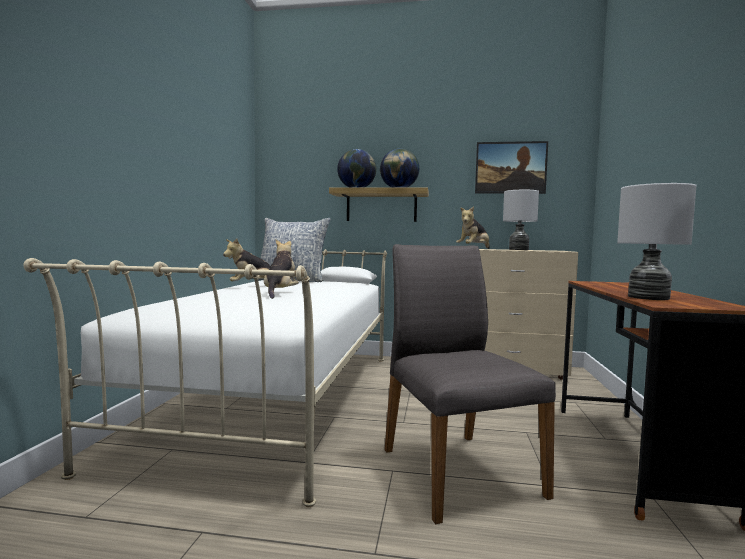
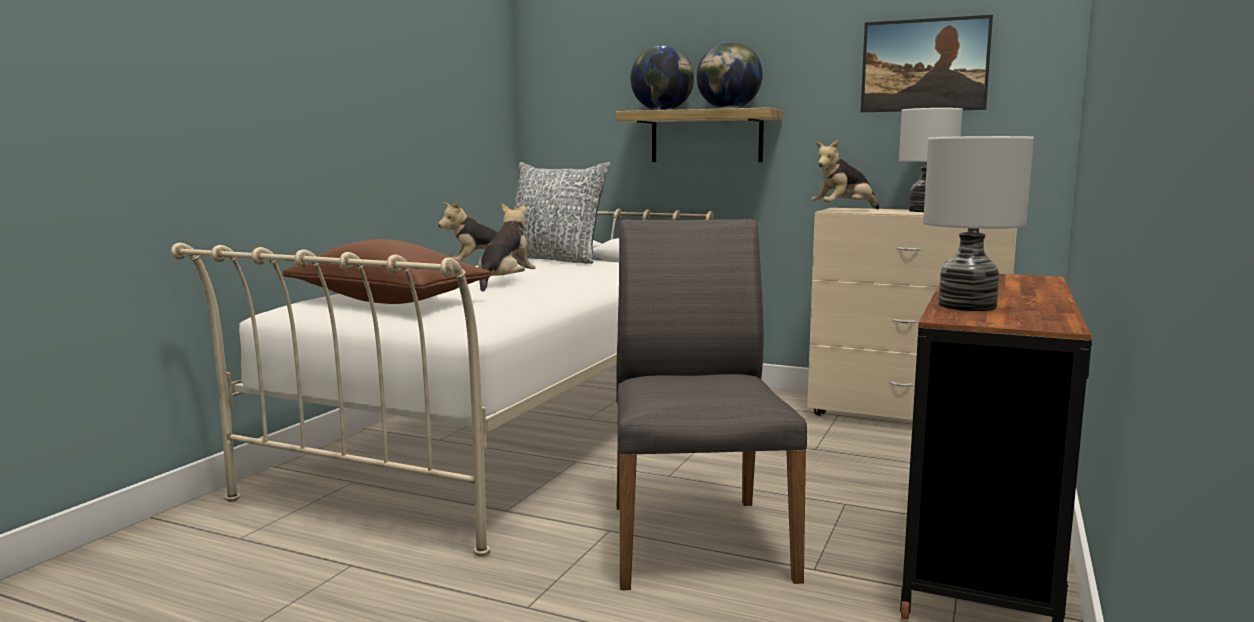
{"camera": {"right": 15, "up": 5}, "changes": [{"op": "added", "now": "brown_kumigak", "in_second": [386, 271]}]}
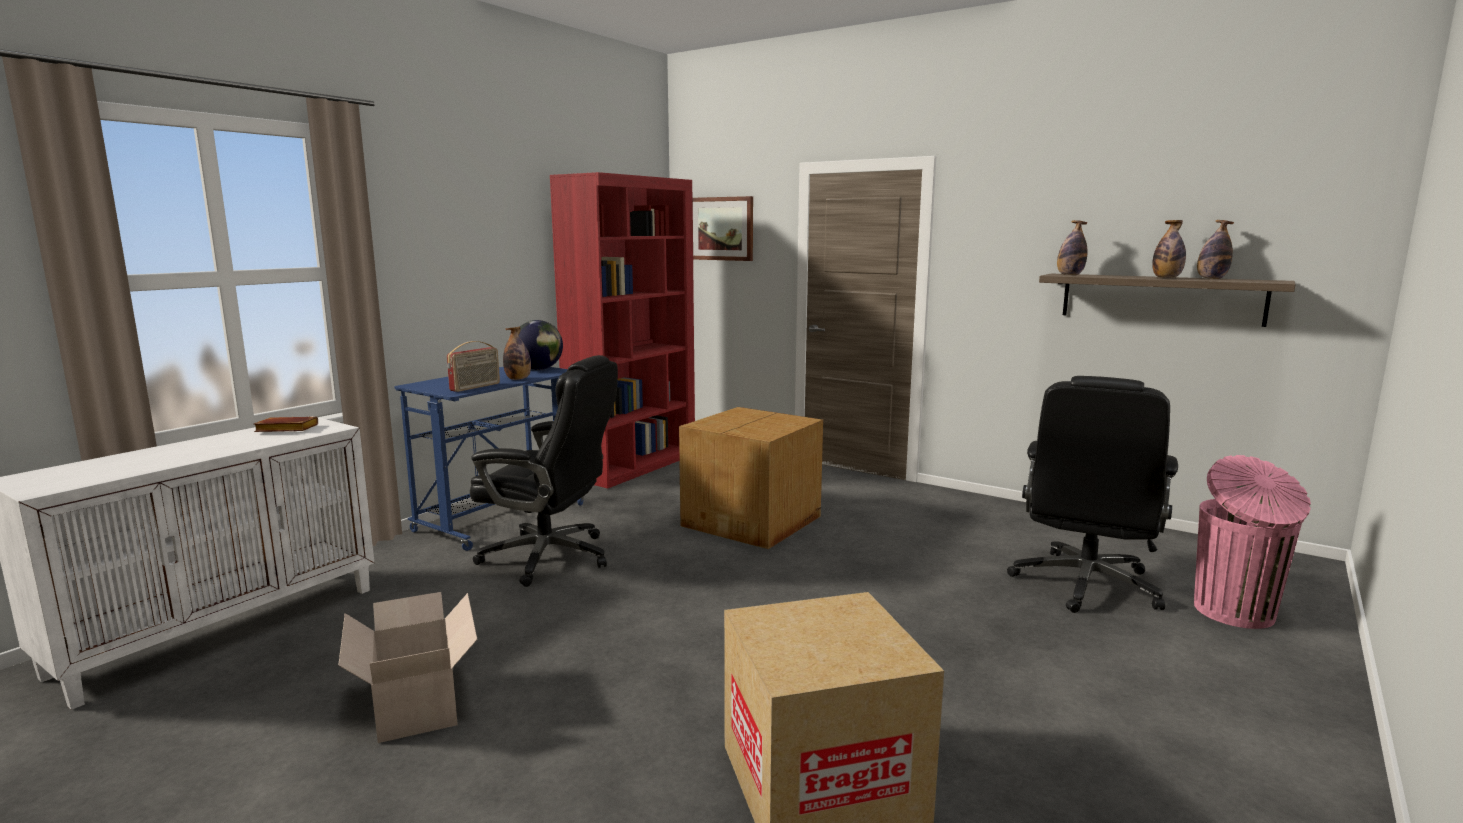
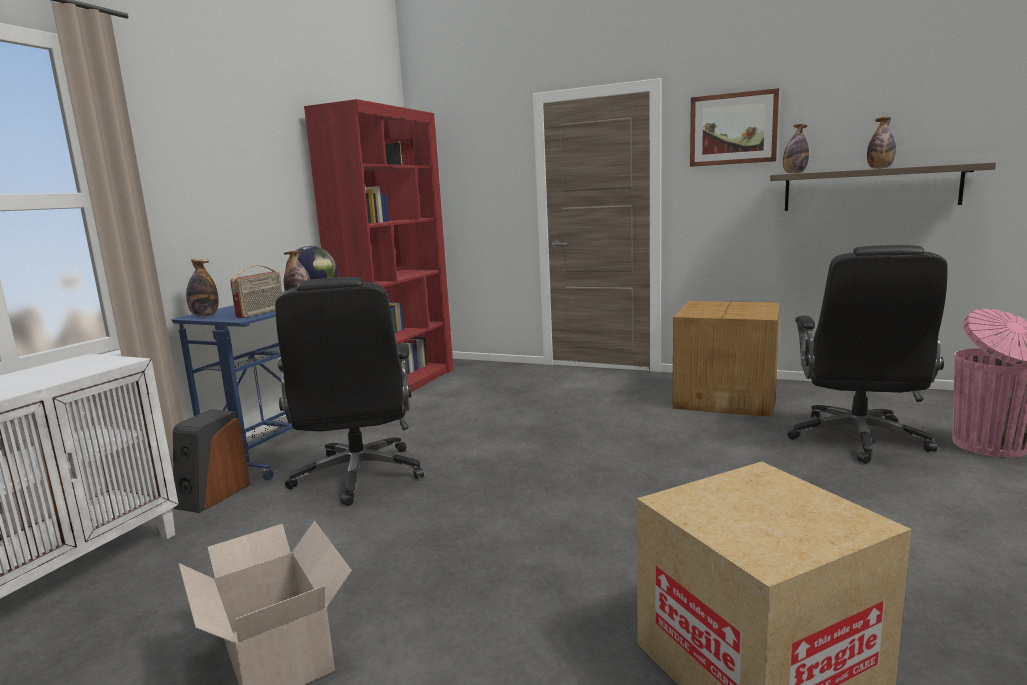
{"camera": {"right": -10, "up": 0}, "changes": [{"op": "added", "now": "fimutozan", "in_second": [211, 461]}, {"op": "moved", "was": "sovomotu", "in_first": [1215, 249], "in_second": [202, 287]}, {"op": "turned", "was": "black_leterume", "in_first": [544, 471], "in_second": [349, 391], "clockwise": 75}, {"op": "moved", "was": "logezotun", "in_first": [751, 478], "in_second": [726, 359]}, {"op": "moved", "was": "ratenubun", "in_first": [722, 228], "in_second": [734, 127]}, {"op": "removed", "was": "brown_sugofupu", "in_first": [286, 424]}]}
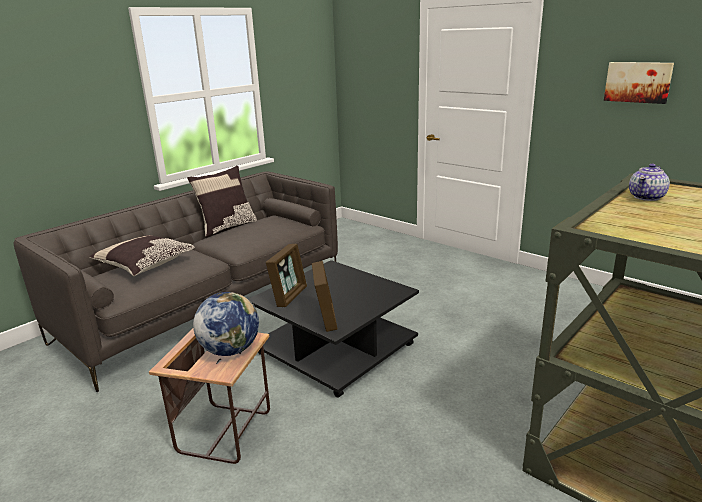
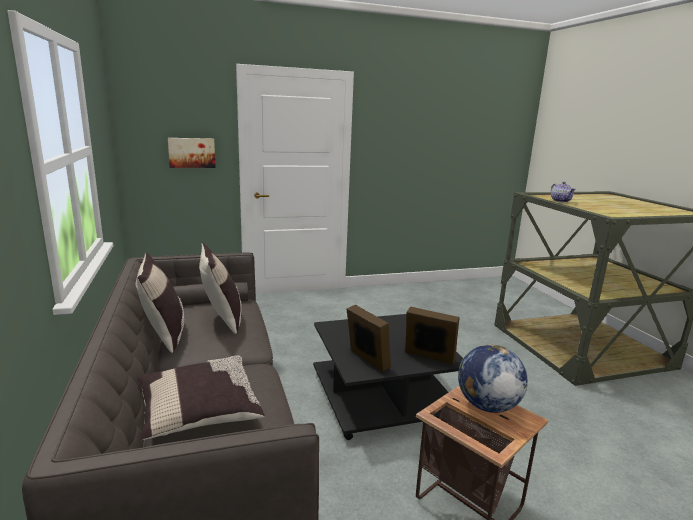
{"camera": {"right": -60, "up": -5}, "changes": [{"op": "moved", "was": "ratenubun", "in_first": [639, 83], "in_second": [192, 153]}, {"op": "added", "now": "kumigak", "in_second": [220, 288]}]}
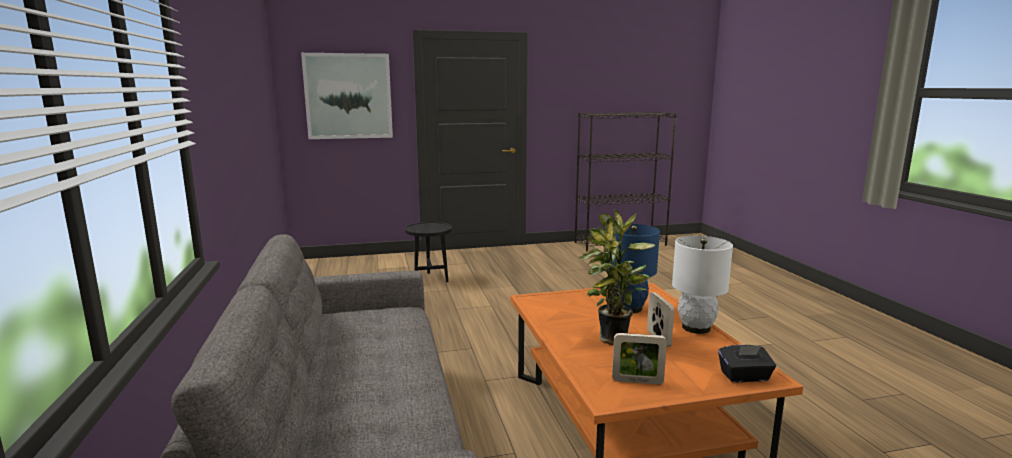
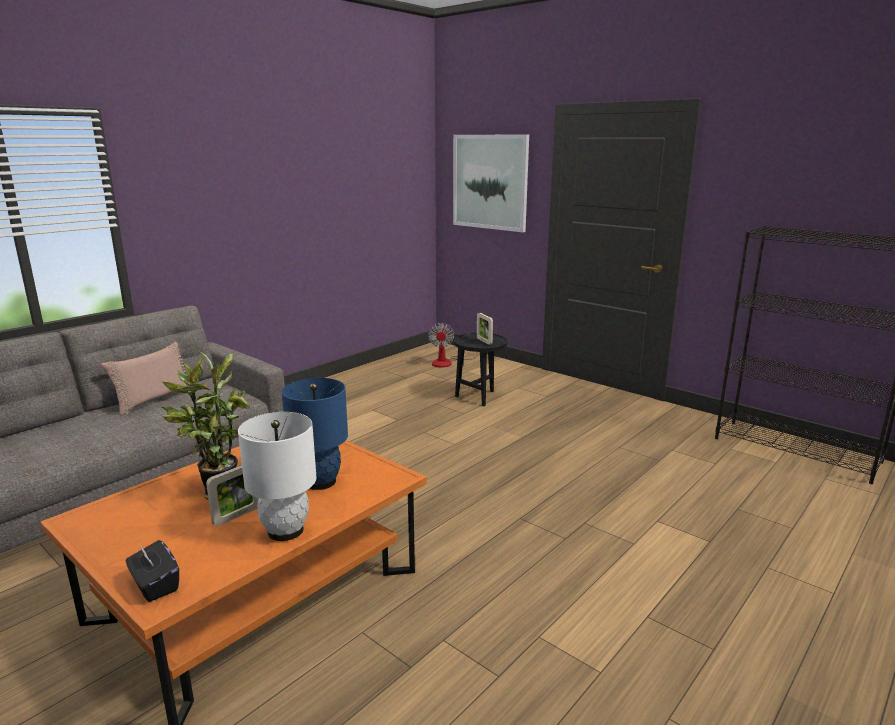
{"camera": {"right": 55, "up": 5}, "changes": [{"op": "added", "now": "beige_kumigak", "in_second": [145, 379]}, {"op": "added", "now": "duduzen", "in_second": [453, 345]}, {"op": "moved", "was": "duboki", "in_first": [639, 359], "in_second": [485, 329]}]}
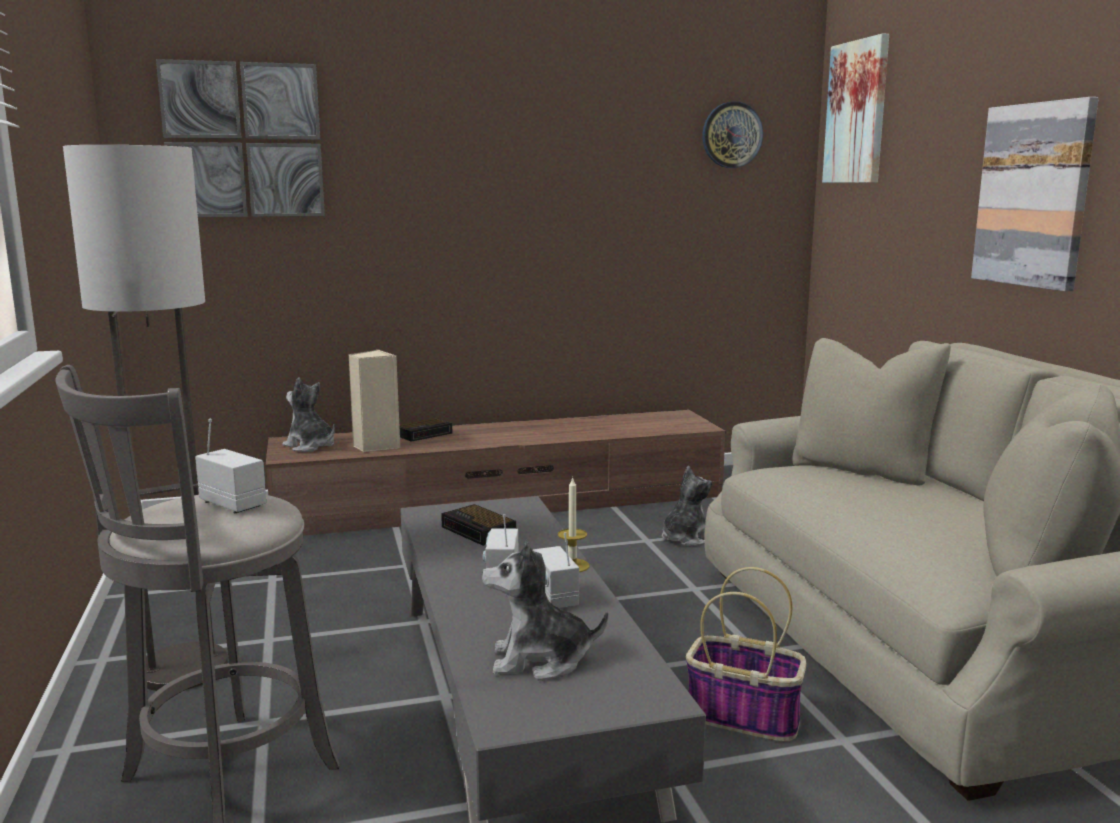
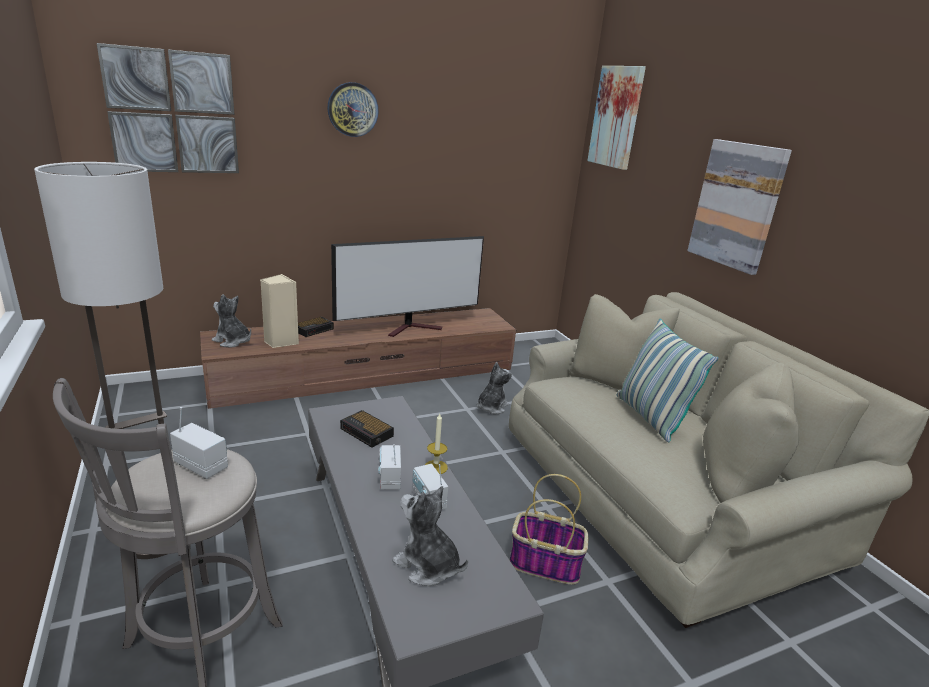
{"camera": {"right": -10, "up": 10}, "changes": [{"op": "moved", "was": "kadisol", "in_first": [732, 134], "in_second": [353, 109]}, {"op": "added", "now": "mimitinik", "in_second": [407, 286]}, {"op": "turned", "was": "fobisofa", "in_first": [545, 610], "in_second": [430, 536], "clockwise": 45}, {"op": "added", "now": "kumigak", "in_second": [667, 380]}]}
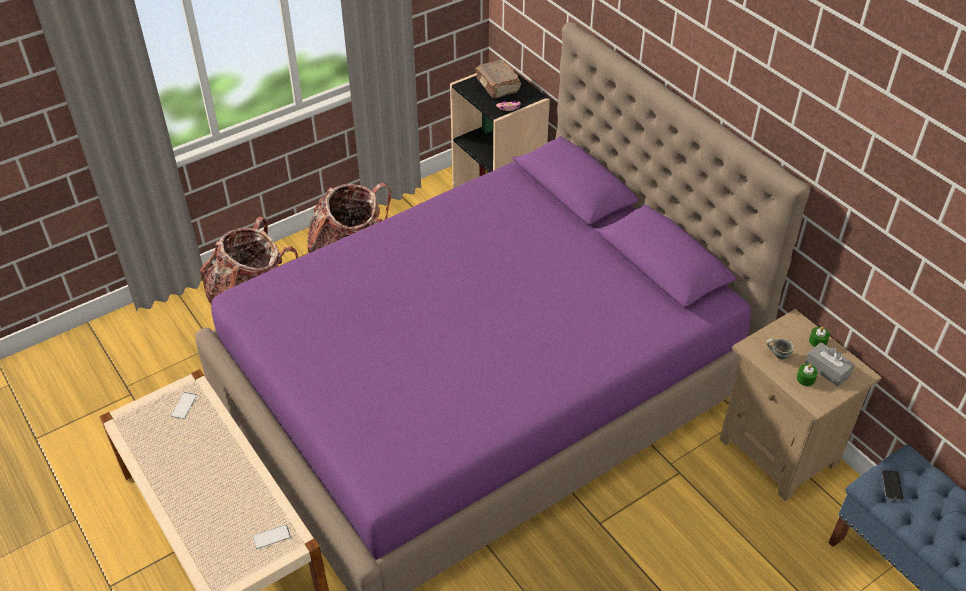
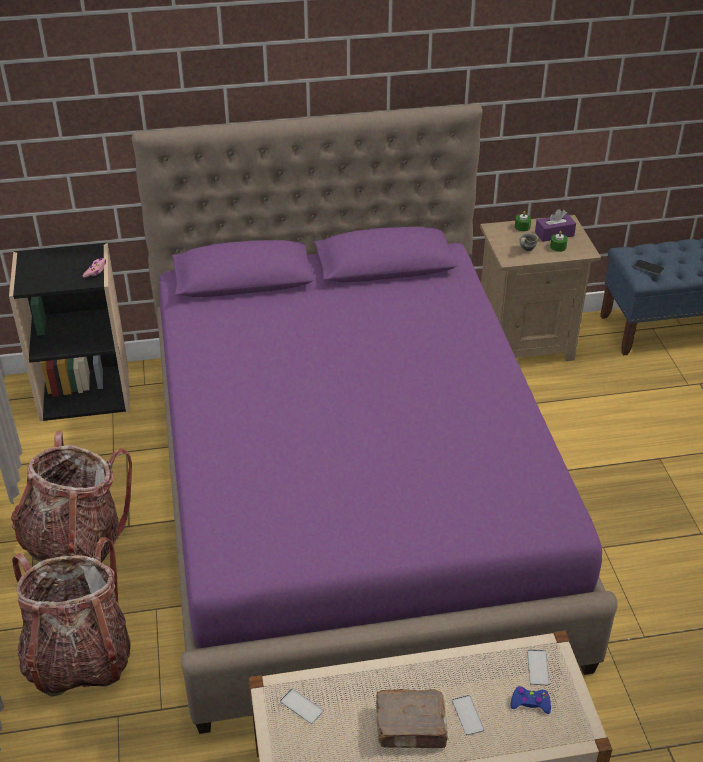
{"camera": {"right": -65, "up": -5}, "changes": [{"op": "moved", "was": "brown_sugofupu", "in_first": [498, 79], "in_second": [412, 718]}, {"op": "added", "now": "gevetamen", "in_second": [468, 715]}, {"op": "added", "now": "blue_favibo", "in_second": [530, 700]}, {"op": "recoloured", "was": "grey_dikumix", "now": "purple_dikumix", "in_first": [830, 364], "in_second": [555, 225]}]}
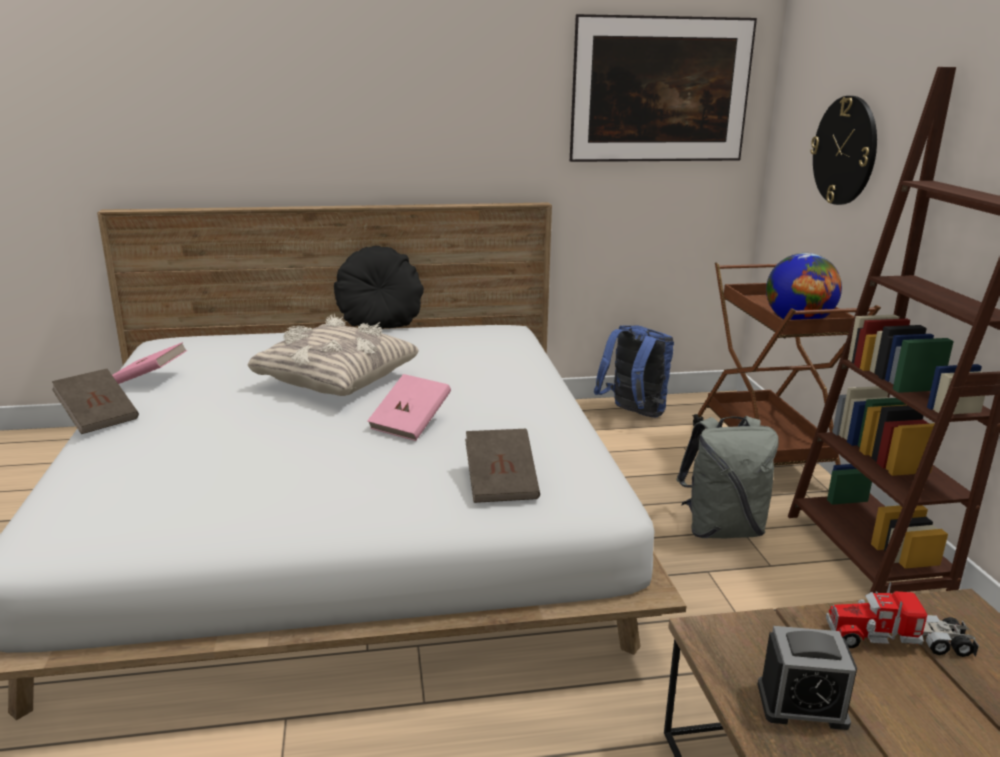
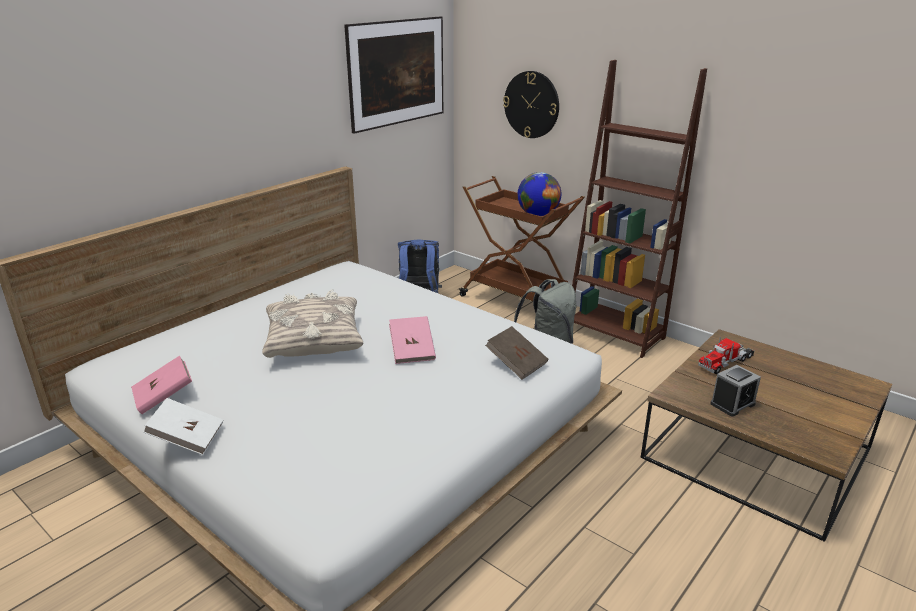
{"camera": {"right": -40, "up": 5}, "changes": [{"op": "recoloured", "was": "brown_sugofupu", "now": "white_sugofupu", "in_first": [95, 401], "in_second": [183, 426]}, {"op": "removed", "was": "black_kumigak", "in_first": [379, 287]}]}
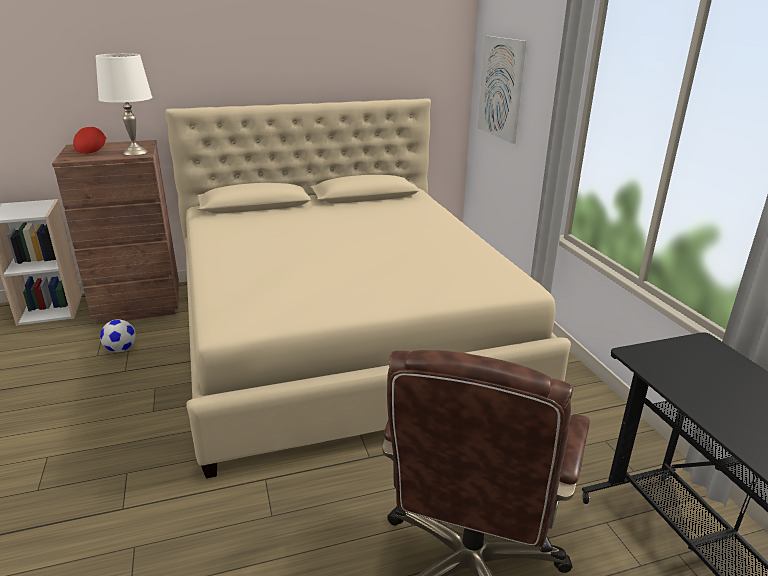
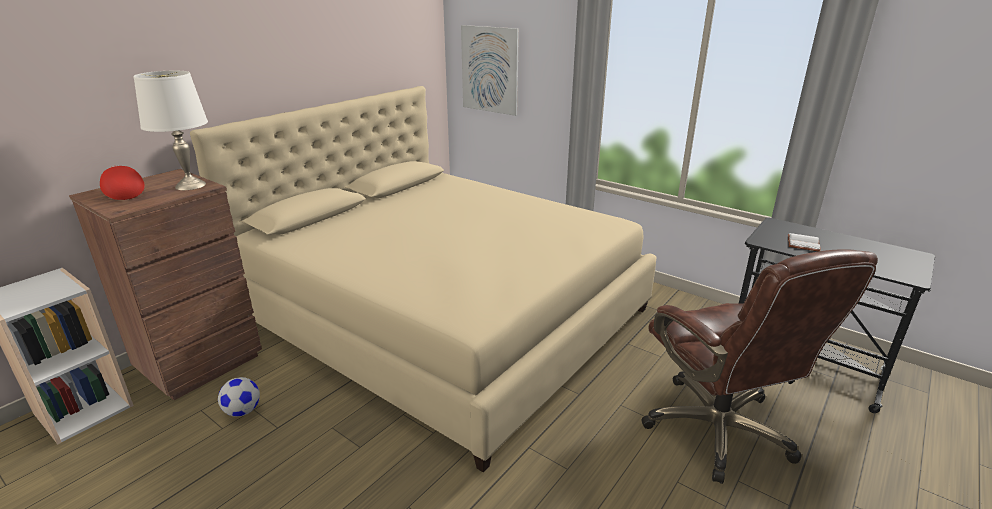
{"camera": {"right": -35, "up": 0}, "changes": [{"op": "added", "now": "white_sugofupu", "in_second": [804, 242]}]}
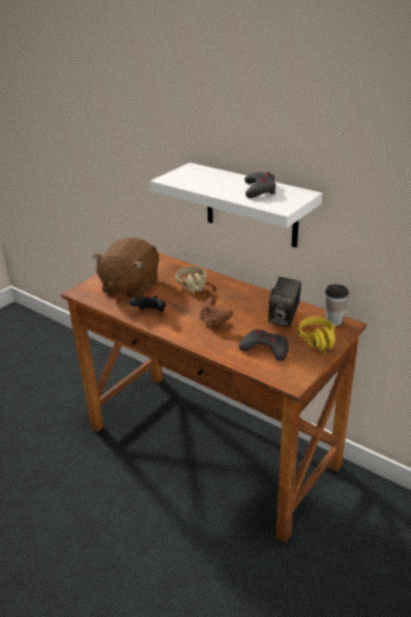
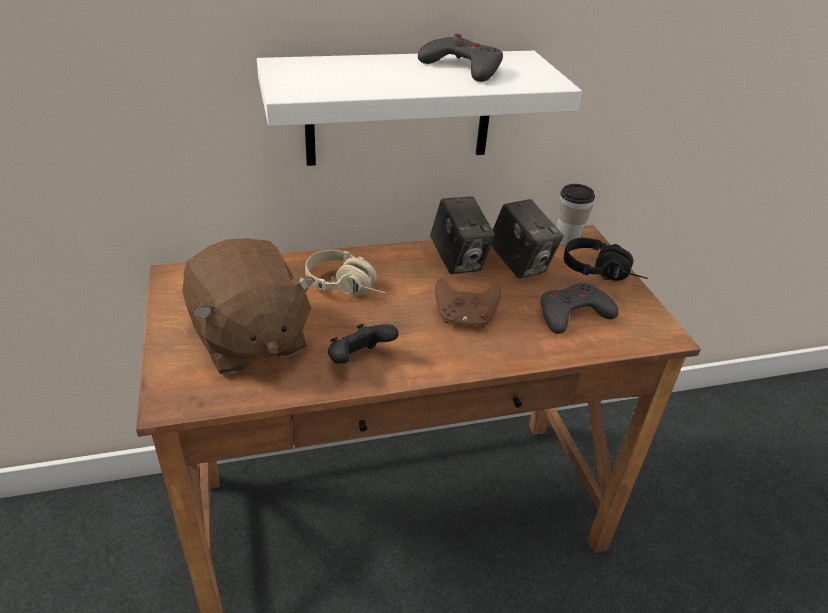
{"camera": {"right": -55, "up": 5}, "changes": [{"op": "added", "now": "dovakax", "in_second": [462, 235]}, {"op": "recoloured", "was": "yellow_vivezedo", "now": "black_vivezedo", "in_first": [317, 335], "in_second": [606, 259]}]}
